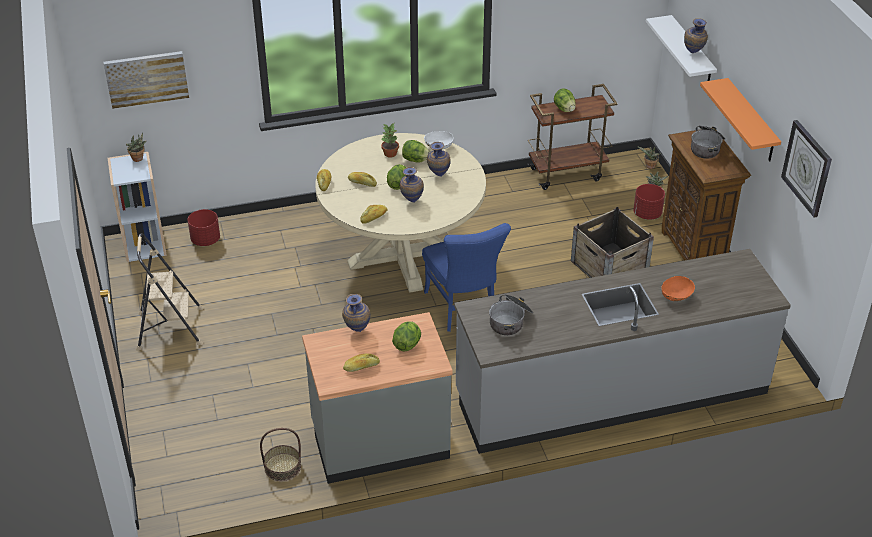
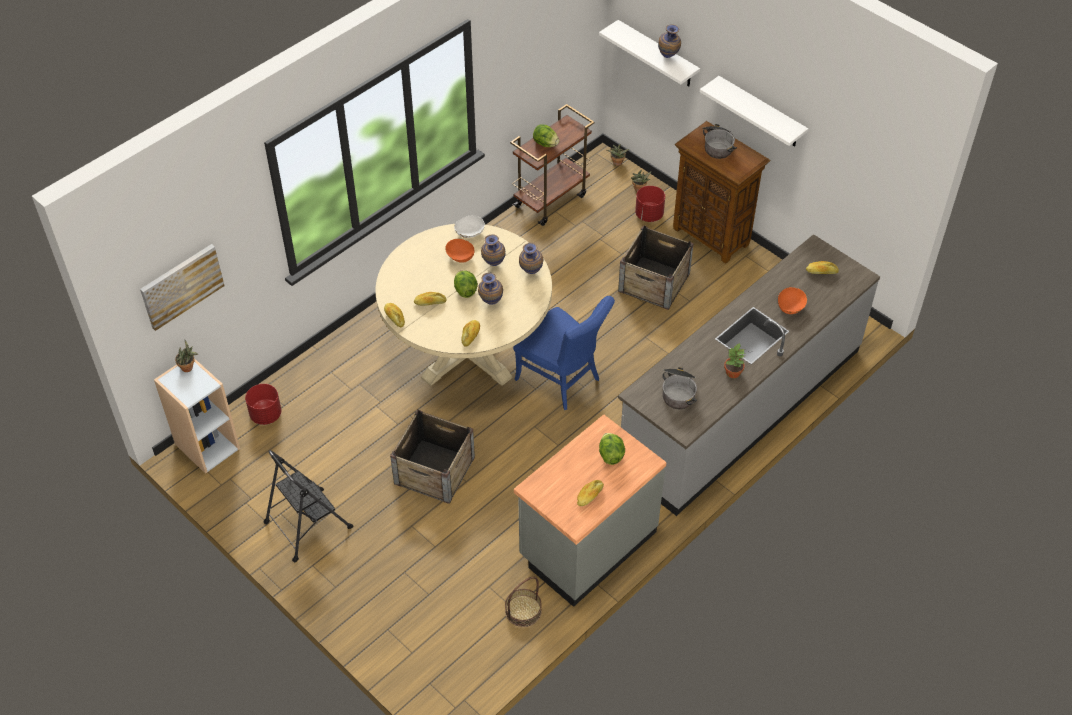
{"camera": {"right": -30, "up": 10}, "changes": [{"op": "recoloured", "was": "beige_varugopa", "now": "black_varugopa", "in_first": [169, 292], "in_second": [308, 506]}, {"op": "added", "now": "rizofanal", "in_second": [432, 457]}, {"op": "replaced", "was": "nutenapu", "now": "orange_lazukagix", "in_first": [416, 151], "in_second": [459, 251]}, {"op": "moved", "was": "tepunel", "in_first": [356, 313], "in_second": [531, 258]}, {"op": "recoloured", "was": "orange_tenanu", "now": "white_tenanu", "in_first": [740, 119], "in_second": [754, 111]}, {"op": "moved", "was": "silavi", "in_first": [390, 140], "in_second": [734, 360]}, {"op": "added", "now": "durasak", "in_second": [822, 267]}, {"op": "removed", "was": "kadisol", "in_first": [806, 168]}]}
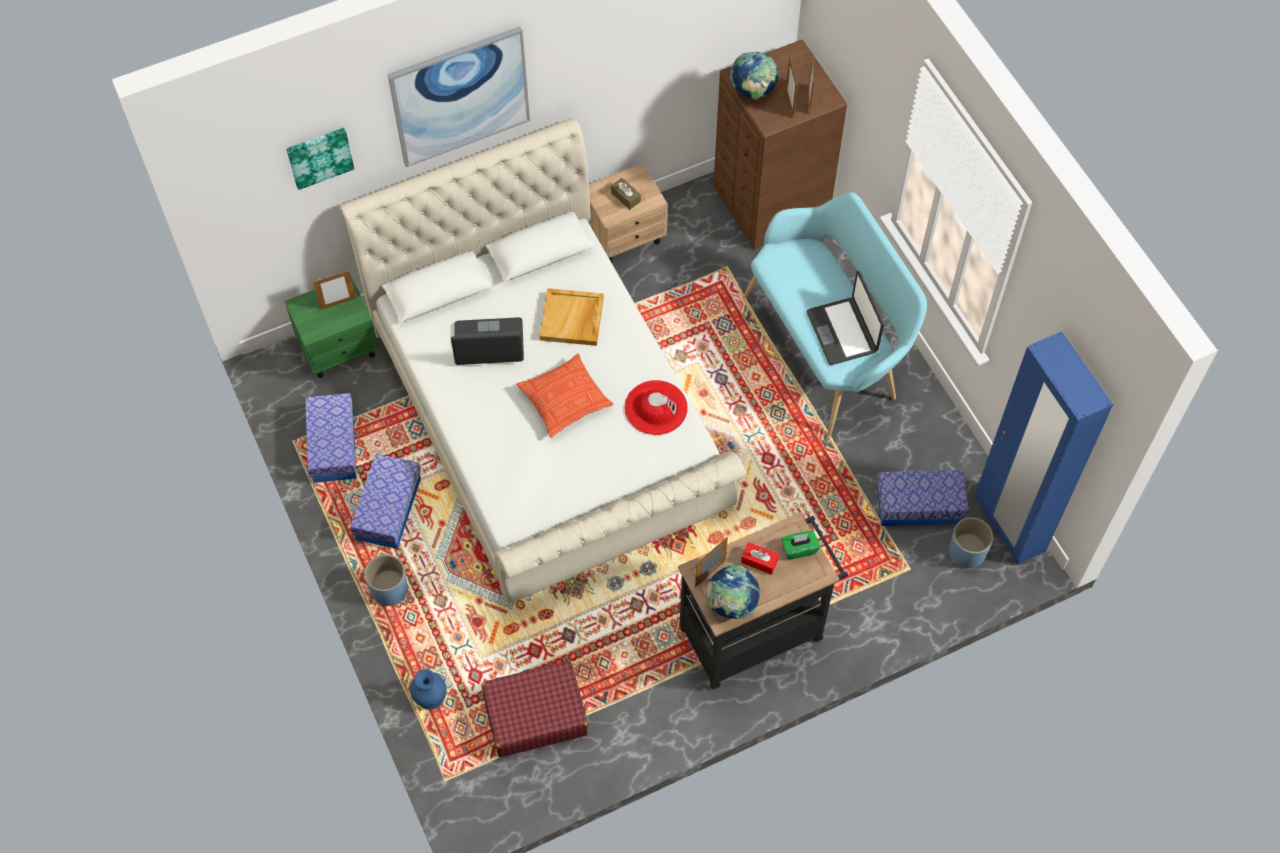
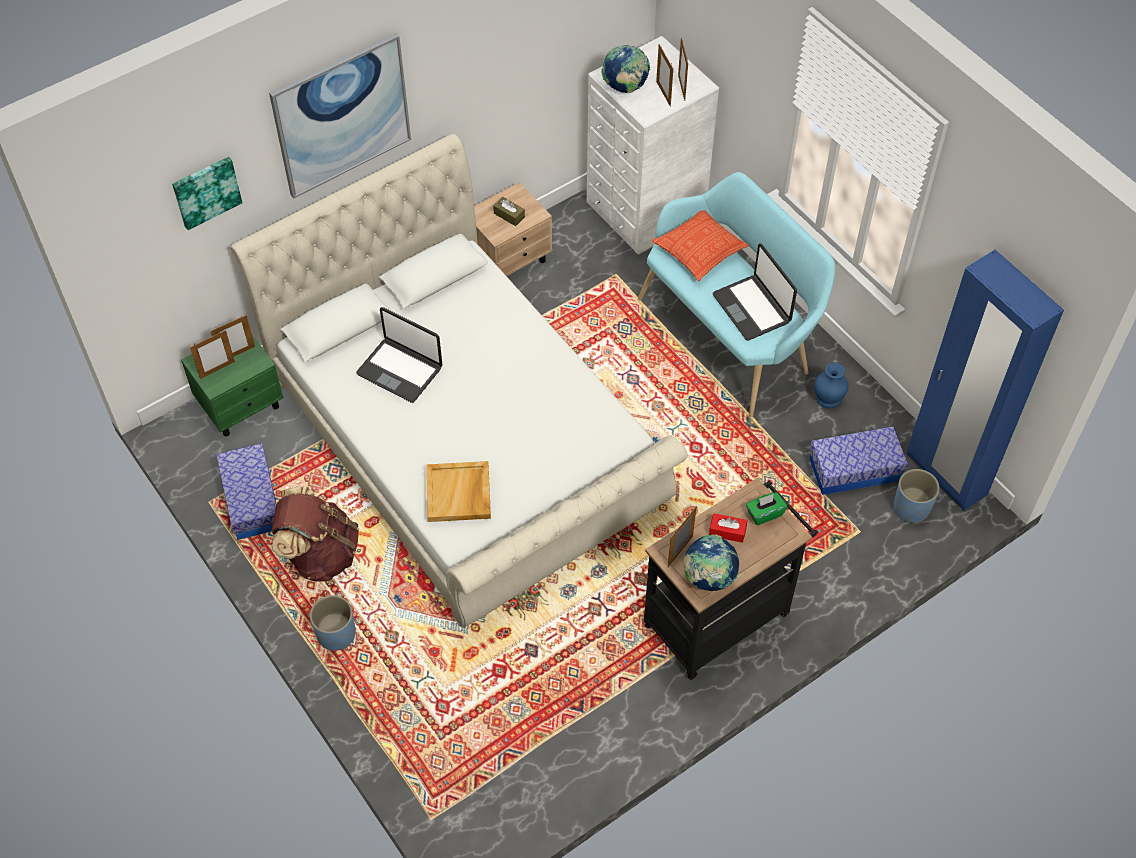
{"camera": {"right": -10, "up": -5}, "changes": [{"op": "added", "now": "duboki", "in_second": [212, 354]}, {"op": "replaced", "was": "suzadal", "now": "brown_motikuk", "in_first": [385, 501], "in_second": [315, 534]}, {"op": "turned", "was": "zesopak", "in_first": [487, 341], "in_second": [399, 355], "clockwise": -135}, {"op": "moved", "was": "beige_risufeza", "in_first": [572, 317], "in_second": [458, 491]}, {"op": "recoloured", "was": "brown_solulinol", "now": "white_solulinol", "in_first": [780, 144], "in_second": [653, 145]}, {"op": "moved", "was": "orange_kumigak", "in_first": [565, 395], "in_second": [700, 245]}, {"op": "moved", "was": "blue_tepunel", "in_first": [428, 689], "in_second": [831, 385]}, {"op": "removed", "was": "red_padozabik", "in_first": [535, 708]}, {"op": "removed", "was": "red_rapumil", "in_first": [656, 407]}]}
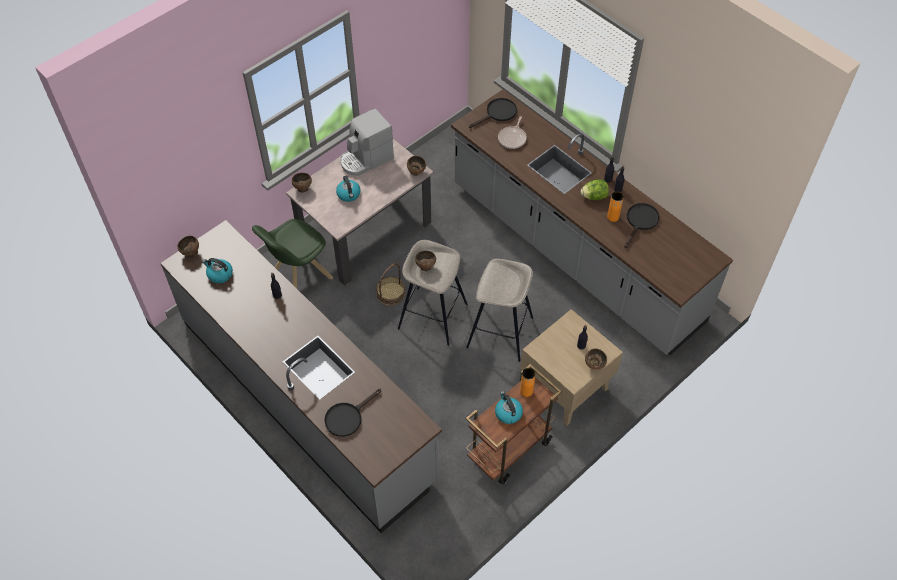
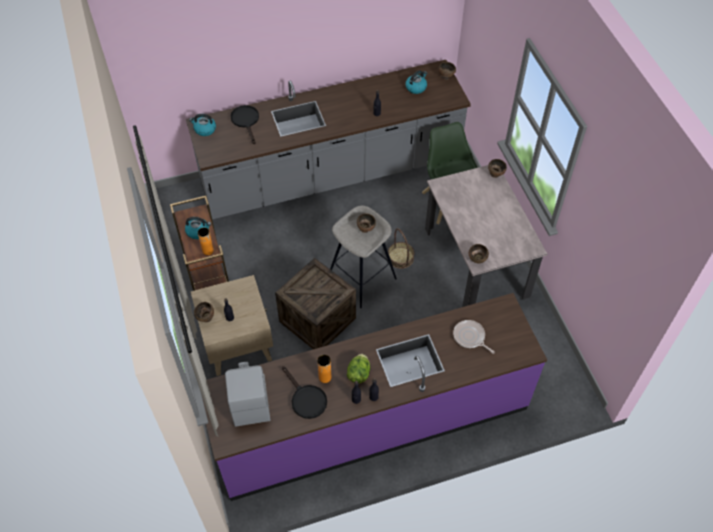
{"camera": {"right": 115, "up": 0}, "changes": [{"op": "moved", "was": "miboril", "in_first": [348, 189], "in_second": [202, 125]}, {"op": "recoloured", "was": "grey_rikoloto", "now": "purple_rikoloto", "in_first": [592, 222], "in_second": [374, 397]}, {"op": "moved", "was": "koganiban", "in_first": [367, 142], "in_second": [247, 394]}, {"op": "replaced", "was": "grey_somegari", "now": "rizofanal", "in_first": [499, 310], "in_second": [315, 303]}, {"op": "removed", "was": "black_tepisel", "in_first": [493, 113]}]}
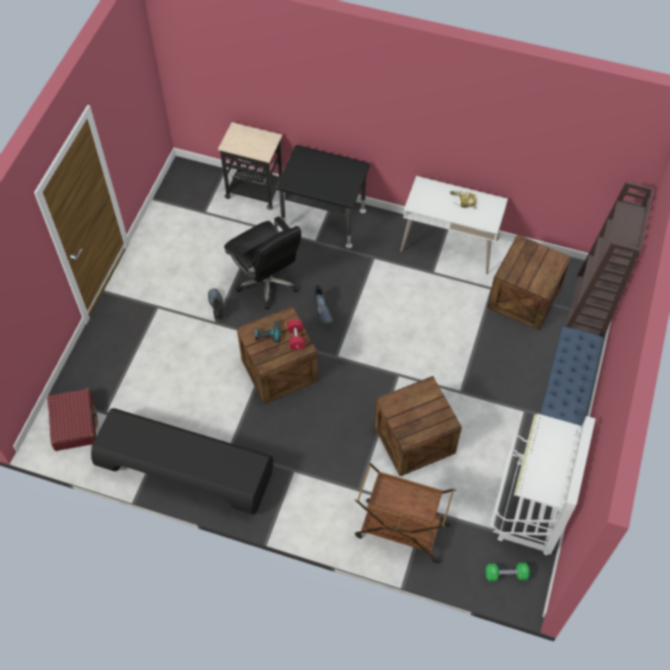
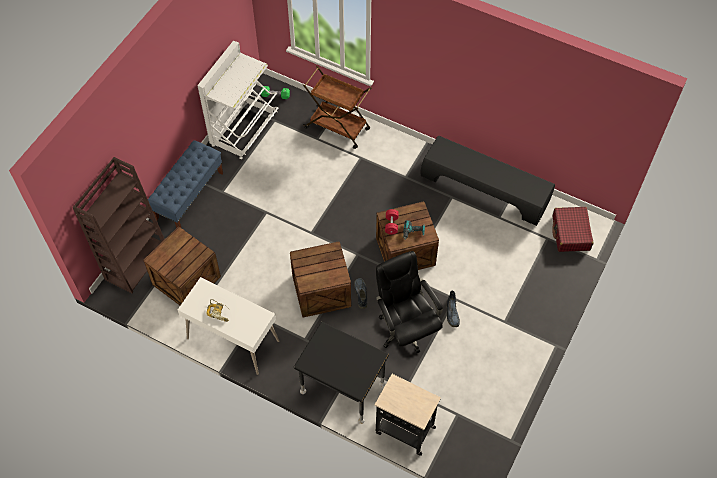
{"camera": {"right": -170, "up": 0}, "changes": [{"op": "moved", "was": "rizofanal", "in_first": [418, 426], "in_second": [320, 279]}]}
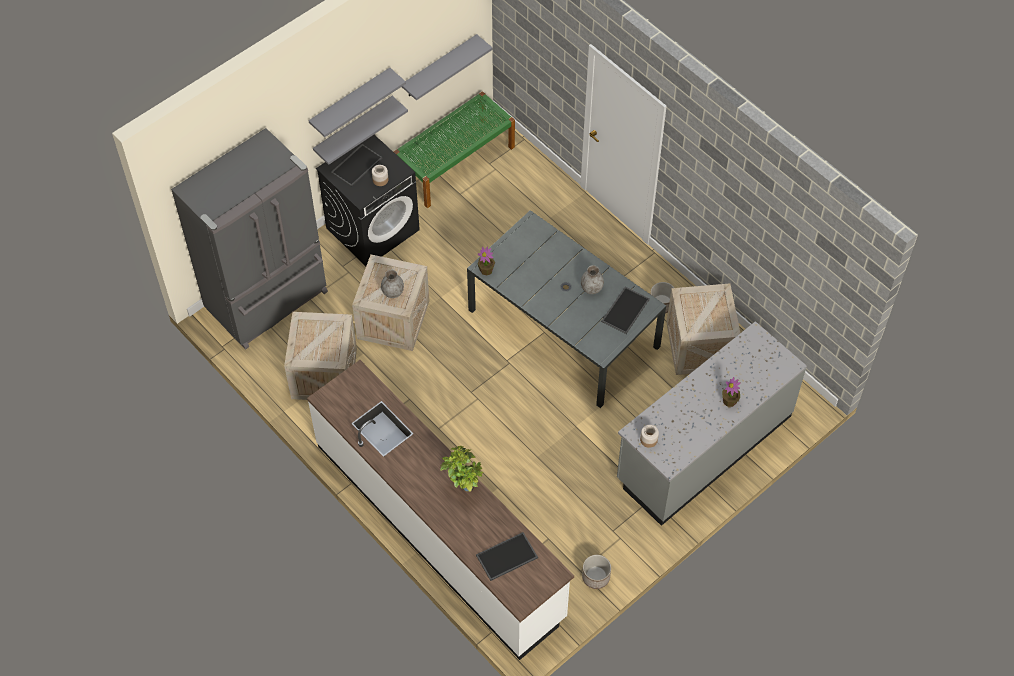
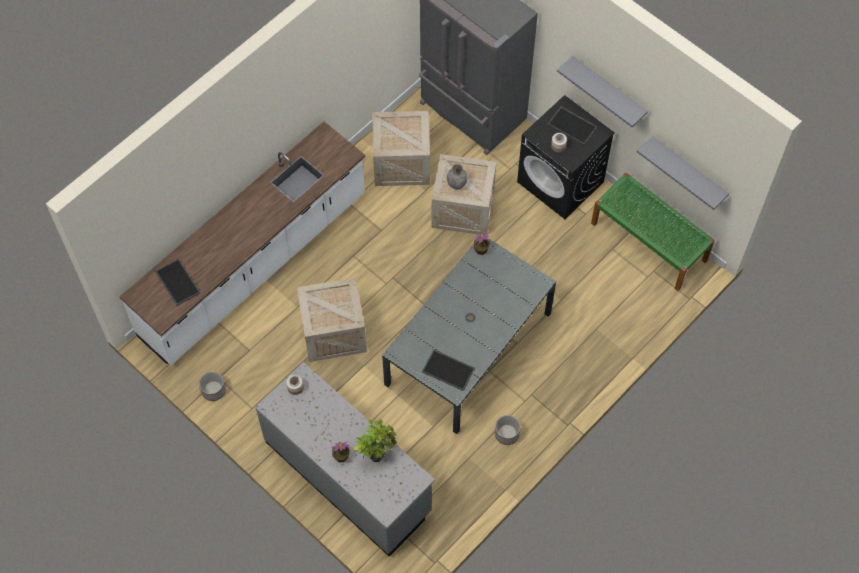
{"camera": {"right": 85, "up": 5}, "changes": [{"op": "moved", "was": "rizofanal", "in_first": [703, 329], "in_second": [332, 320]}, {"op": "moved", "was": "silavi", "in_first": [462, 469], "in_second": [374, 440]}, {"op": "removed", "was": "grey_tenanu", "in_first": [360, 130]}, {"op": "removed", "was": "grey_tepunel", "in_first": [592, 279]}]}
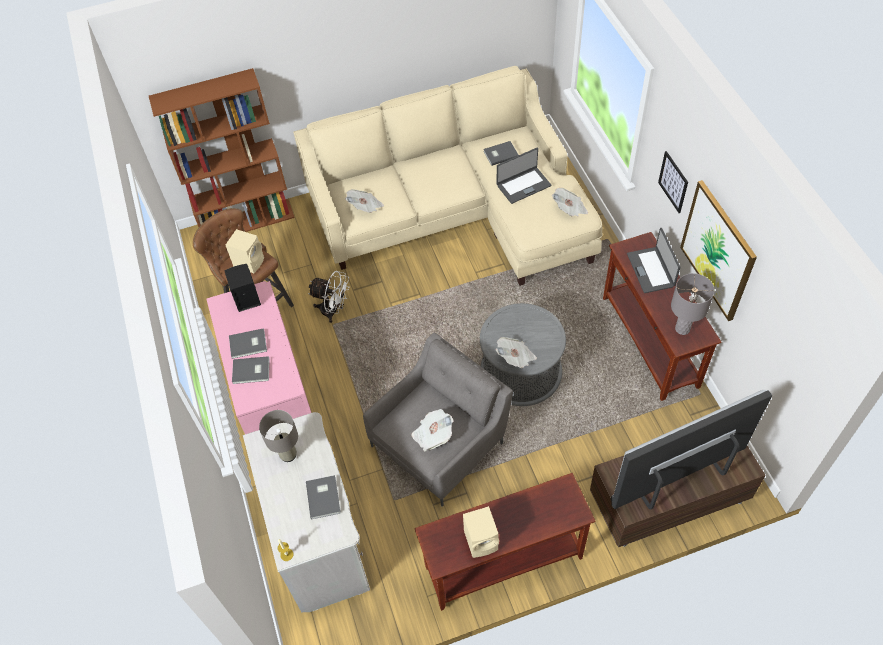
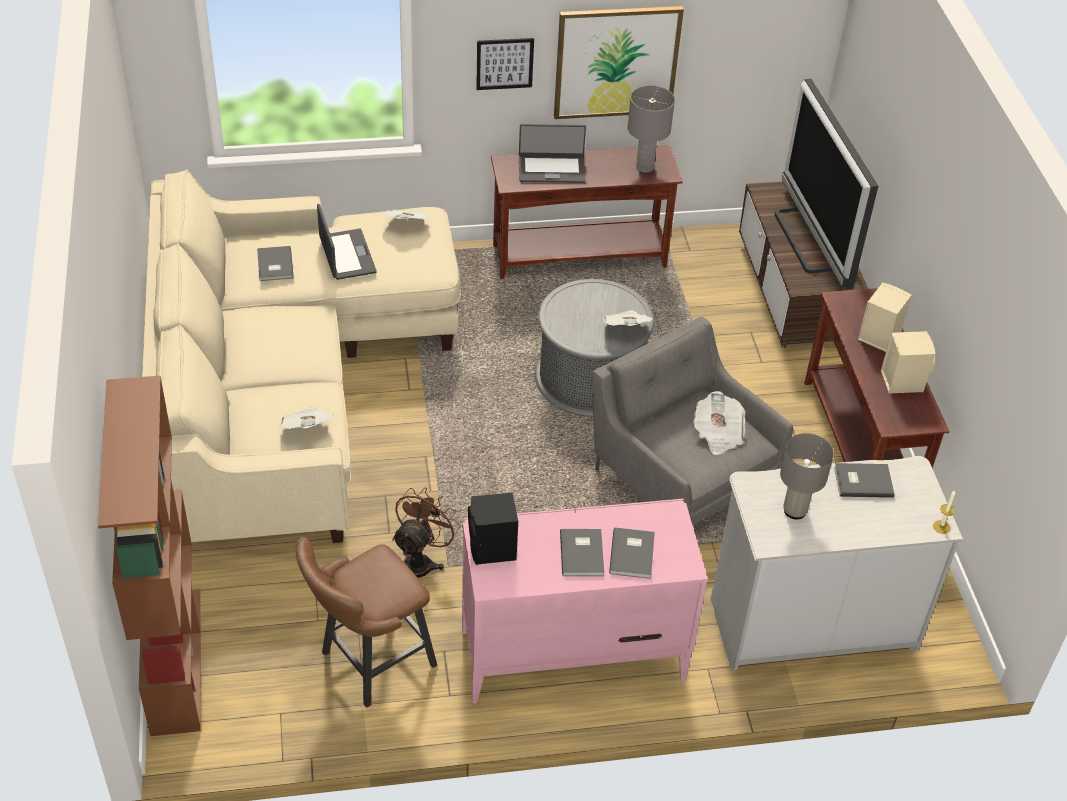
{"camera": {"right": -85, "up": -10}, "changes": [{"op": "recoloured", "was": "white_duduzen", "now": "brown_duduzen", "in_first": [328, 297], "in_second": [426, 532]}, {"op": "moved", "was": "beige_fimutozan", "in_first": [245, 251], "in_second": [885, 317]}]}
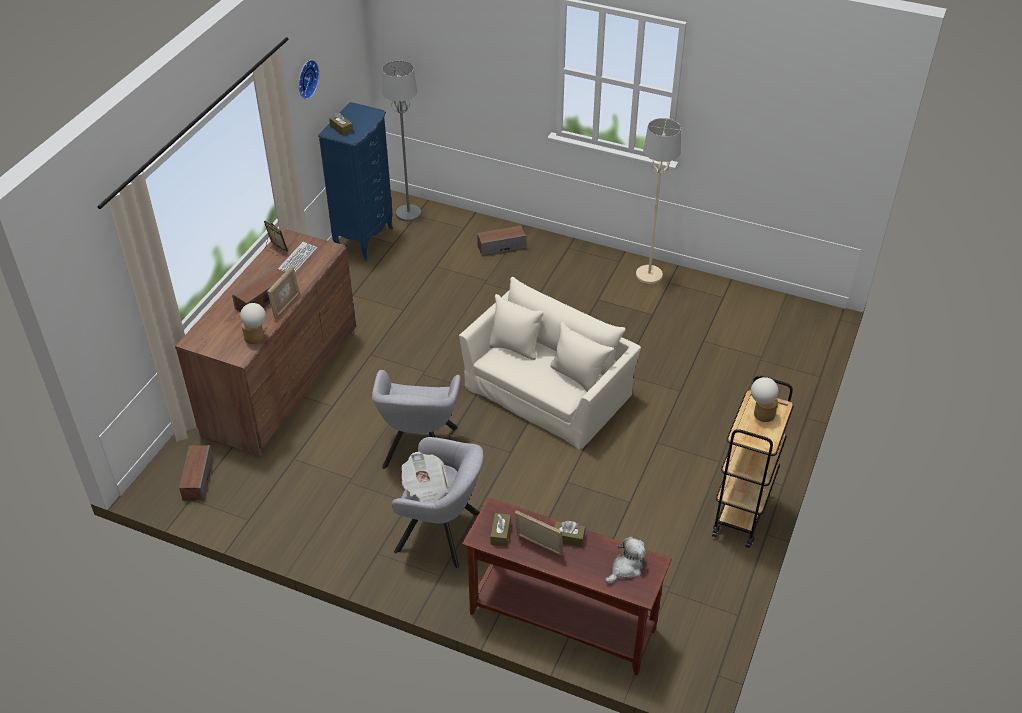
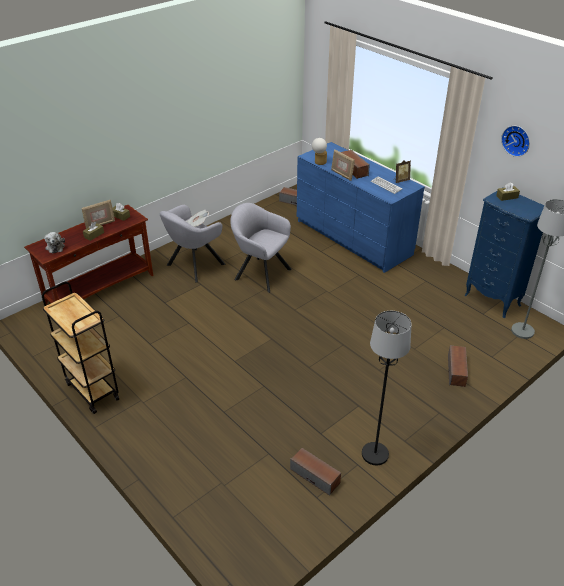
{"camera": {"right": 115, "up": -5}, "changes": [{"op": "added", "now": "fimutozan", "in_second": [315, 472]}, {"op": "recoloured", "was": "brown_solulinol", "now": "blue_solulinol", "in_first": [265, 342], "in_second": [361, 207]}, {"op": "recoloured", "was": "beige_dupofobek", "now": "black_dupofobek", "in_first": [658, 201], "in_second": [387, 388]}, {"op": "removed", "was": "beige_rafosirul", "in_first": [550, 363]}, {"op": "removed", "was": "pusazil", "in_first": [764, 399]}]}
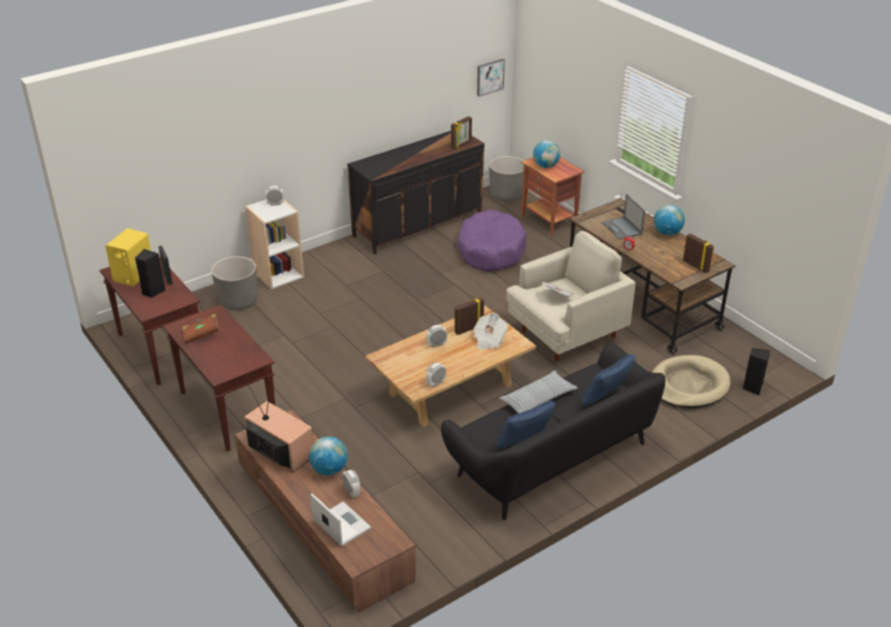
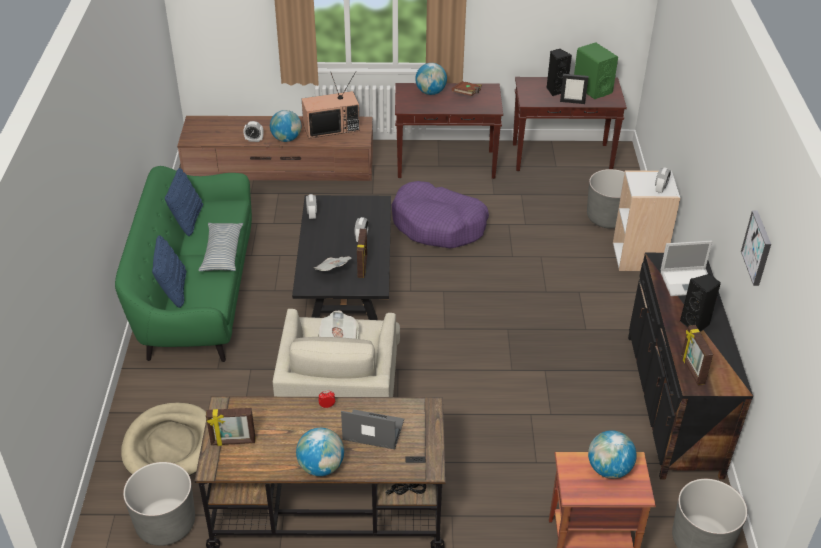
{"camera": {"right": 125, "up": 5}, "changes": [{"op": "recoloured", "was": "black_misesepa", "now": "green_misesepa", "in_first": [553, 431], "in_second": [183, 264]}, {"op": "added", "now": "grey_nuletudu", "in_second": [159, 504]}, {"op": "recoloured", "was": "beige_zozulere", "now": "black_zozulere", "in_first": [450, 366], "in_second": [341, 257]}, {"op": "moved", "was": "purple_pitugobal", "in_first": [492, 241], "in_second": [440, 215]}, {"op": "added", "now": "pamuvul", "in_second": [431, 79]}, {"op": "recoloured", "was": "yellow_fimutozan", "now": "green_fimutozan", "in_first": [128, 257], "in_second": [596, 70]}, {"op": "moved", "was": "zesopak", "in_first": [340, 519], "in_second": [686, 268]}, {"op": "moved", "was": "black_fimutozan", "in_first": [756, 371], "in_second": [700, 303]}, {"op": "moved", "was": "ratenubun", "in_first": [491, 77], "in_second": [756, 248]}]}
